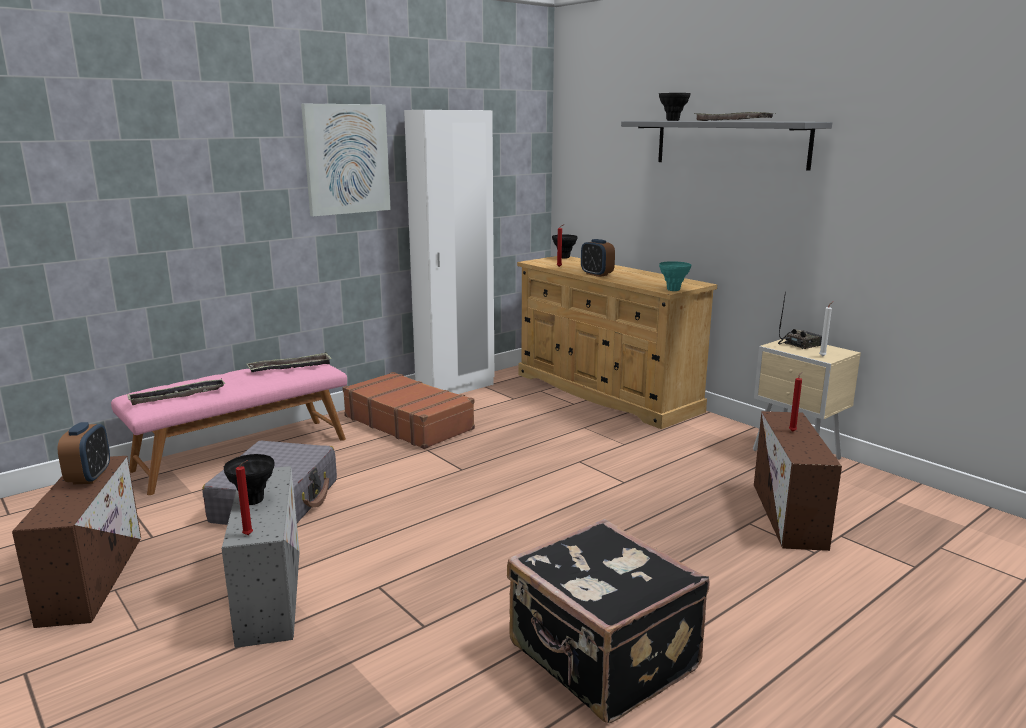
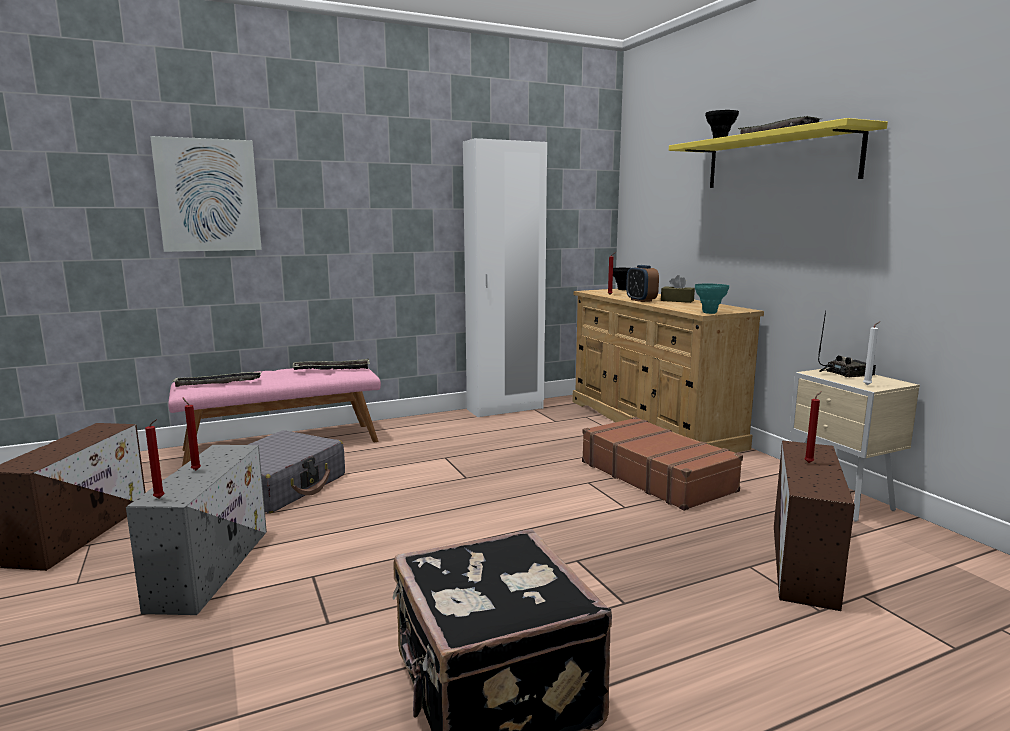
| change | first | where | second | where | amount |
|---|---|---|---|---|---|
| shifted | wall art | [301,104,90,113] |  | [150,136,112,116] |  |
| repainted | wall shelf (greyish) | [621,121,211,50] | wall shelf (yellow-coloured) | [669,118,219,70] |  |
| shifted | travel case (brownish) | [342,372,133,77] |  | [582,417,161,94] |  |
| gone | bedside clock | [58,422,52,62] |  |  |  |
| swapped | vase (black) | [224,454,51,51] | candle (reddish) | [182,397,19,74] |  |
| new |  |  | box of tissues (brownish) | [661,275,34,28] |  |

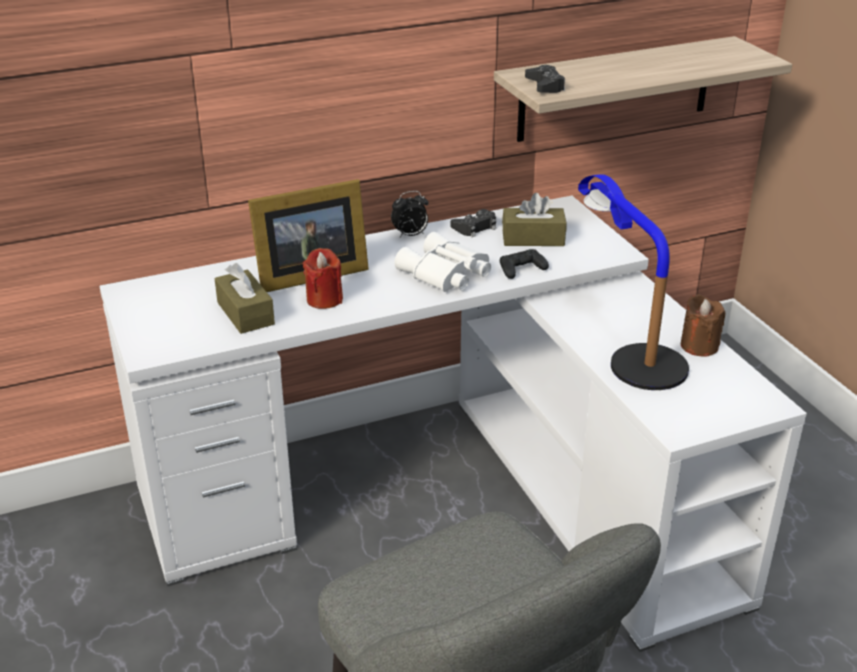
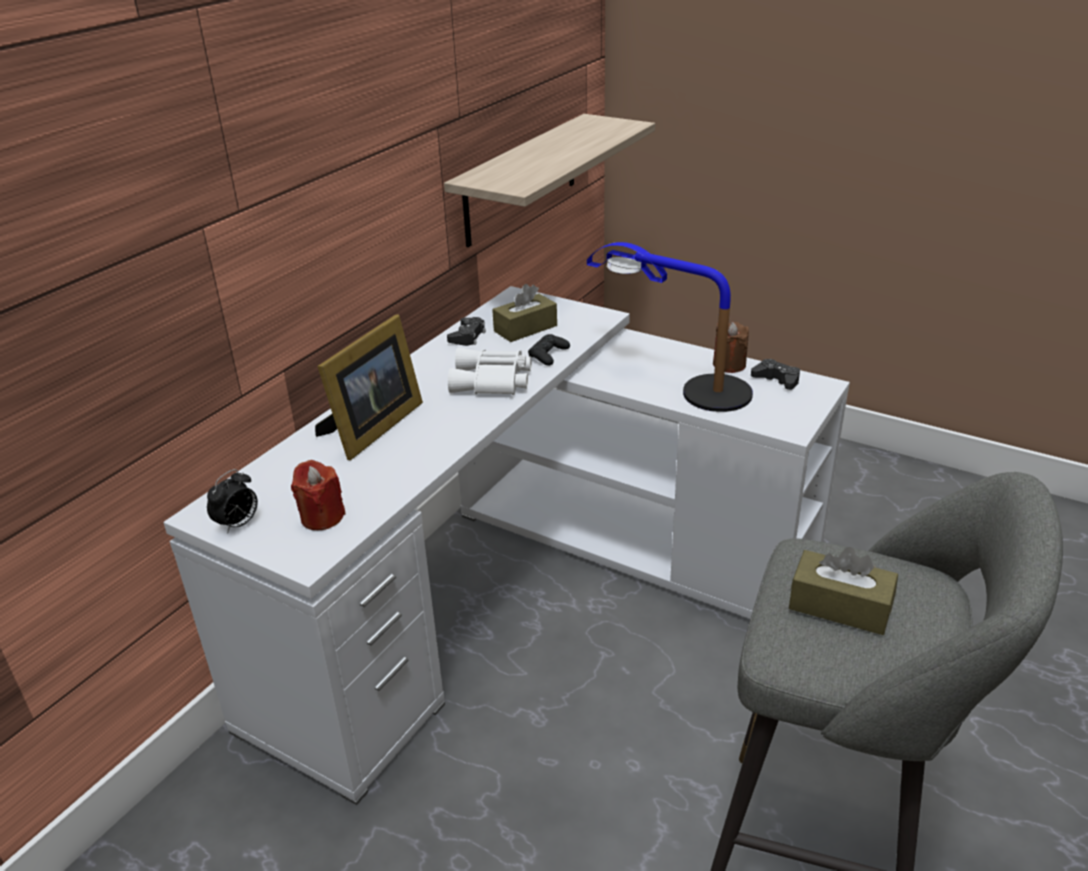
| change | first | where | second | where | amount |
|---|---|---|---|---|---|
| shifted | gamepad (black) | [525,65,40,28] |  | [751,359,49,31] |  |
| shifted | bedside clock | [391,191,37,46] |  | [207,469,51,65] |  |
| shifted | candle (reddish) | [303,248,40,61] |  | [291,460,55,70] |  |
| shifted | box of tissues (brownish) | [214,263,61,71] |  | [789,547,109,88] |  |

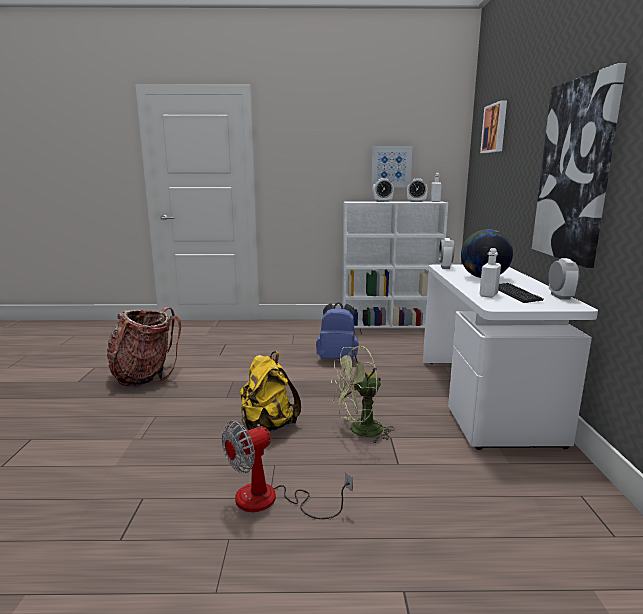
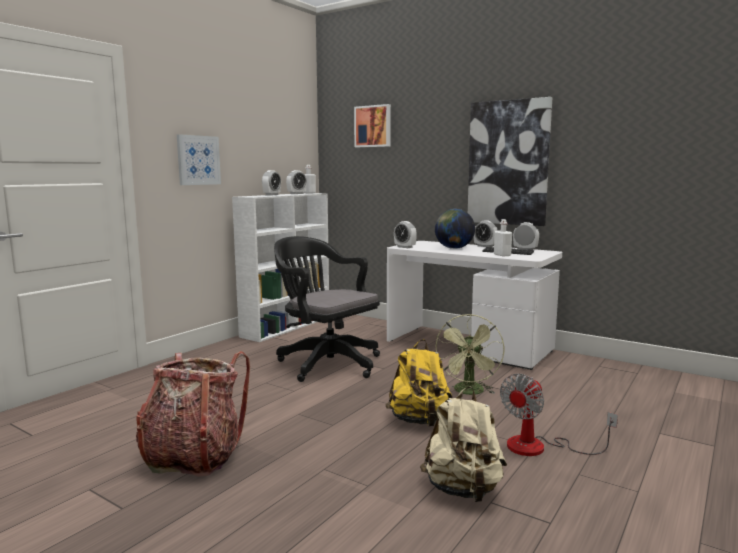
| change | first | where | second | where | amount |
|---|---|---|---|---|---|
| shifted | wall art | [371,146,41,41] |  | [177,134,44,51] |  |
| swapped | backpack (blue-coloured) | [316,302,43,57] | desk chair (black) | [274,236,106,146] |  |
| rotated | fan | [222,421,131,98] |  | [500,374,118,82] | 45 degrees clockwise |
| new |  |  | bedside clock | [474,220,24,27] |  |
| new |  |  | backpack (sand-coloured) | [420,386,87,116] |  |

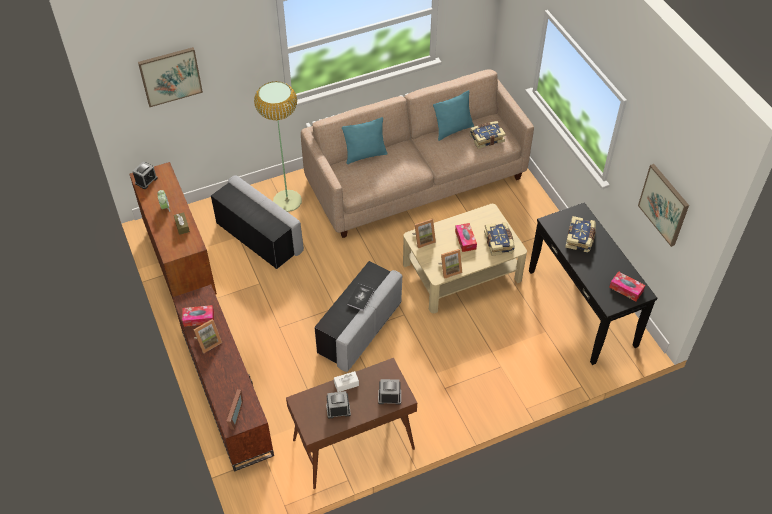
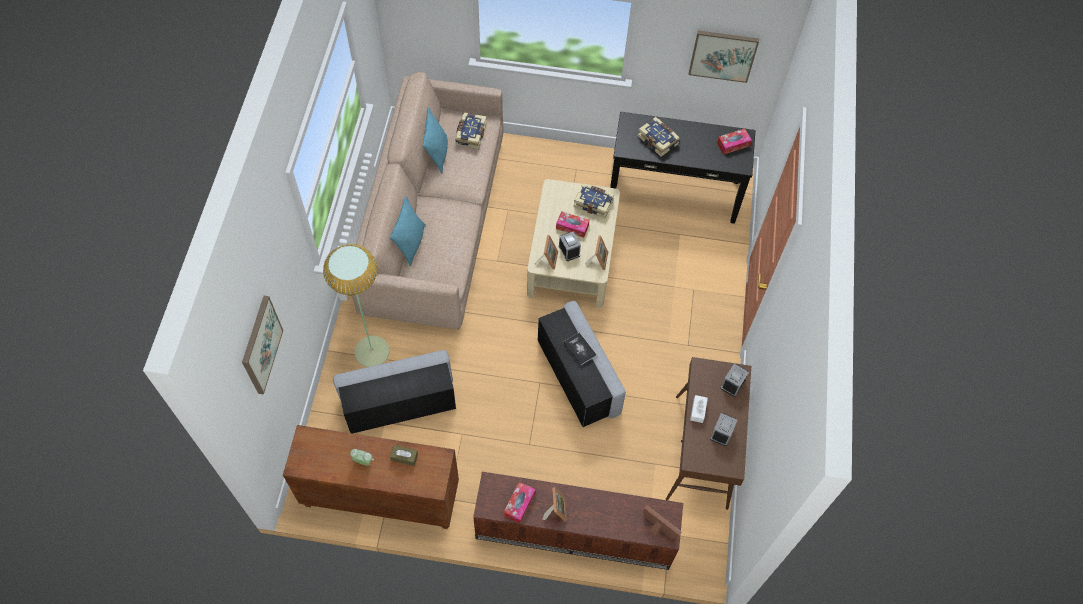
| change | first | where | second | where | amount |
|---|---|---|---|---|---|
| shifted | bedside clock | [133,161,24,28] |  | [558,231,23,30] |  |

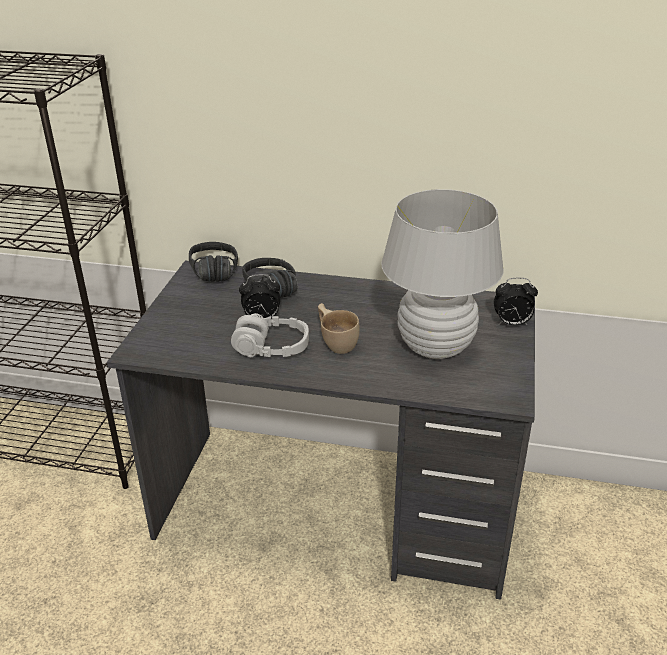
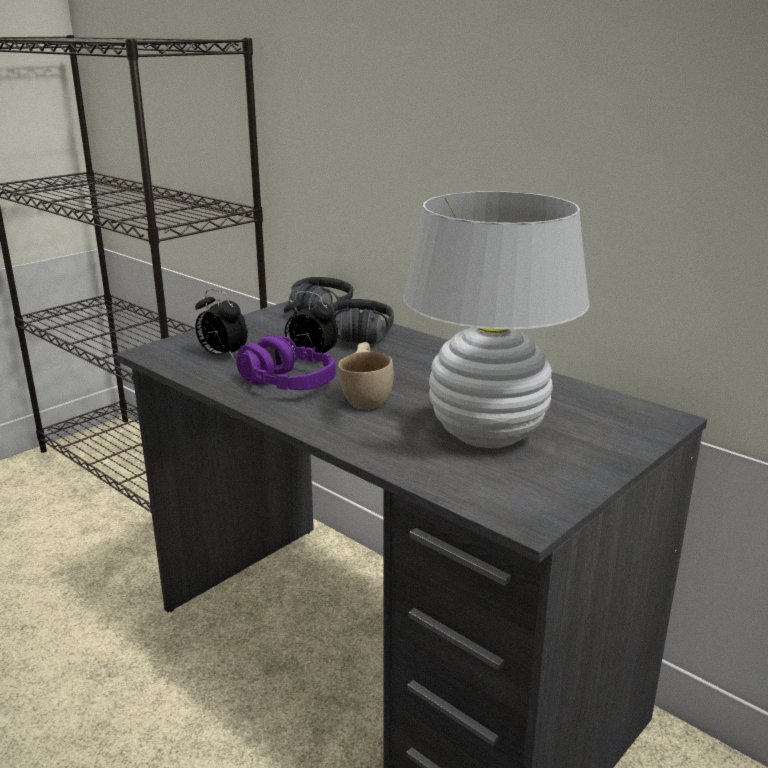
| change | first | where | second | where | amount |
|---|---|---|---|---|---|
| shifted | bedside clock | [494,278,44,48] |  | [195,289,53,71] |  |
| repainted | headset (greyish) | [231,313,78,44] | headset (purple-coloured) | [236,335,100,55] |  |

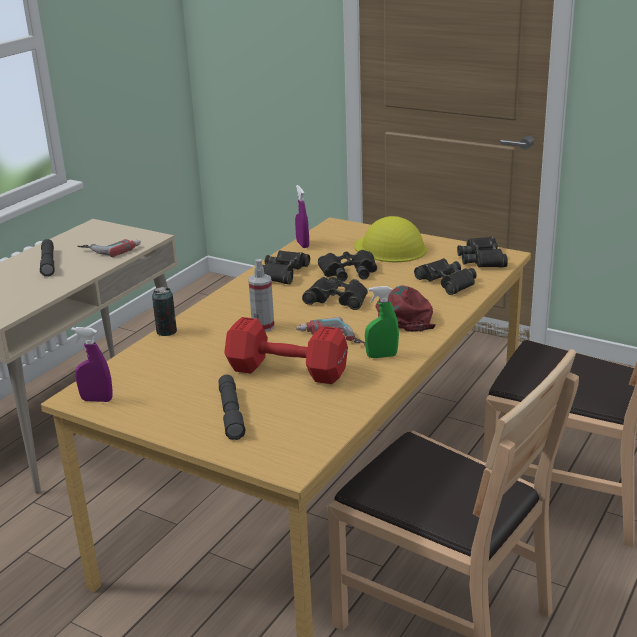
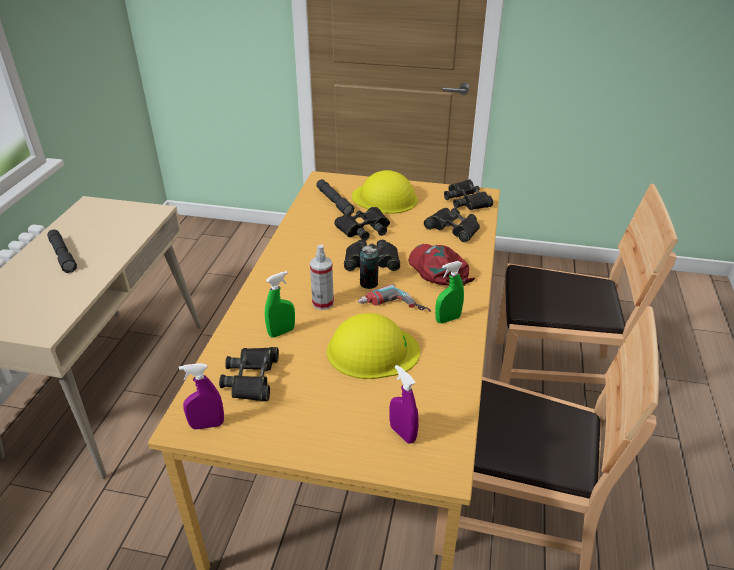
| change | first | where | second | where | amount |
|---|---|---|---|---|---|
| shifted | spray bottle (purple-coloured) | [295,185,14,63] |  | [390,365,29,79] |  |
| gone | power drill | [77,239,64,18] |  |  |  |
| shifted | binoculars (black) | [263,250,47,34] |  | [219,347,60,54] |  |
| shifted | sealed can | [152,287,25,49] |  | [360,245,19,44] |  |
| swapped | dumbbell (reddish) | [224,317,124,67] | work helmet (yellow-coloured) | [327,313,93,66] |  |
| shifted | flashlight (greyish) | [218,375,28,65] |  | [316,179,38,36] |  |
| new |  |  | spray bottle (greenish) | [265,271,30,66] |  |

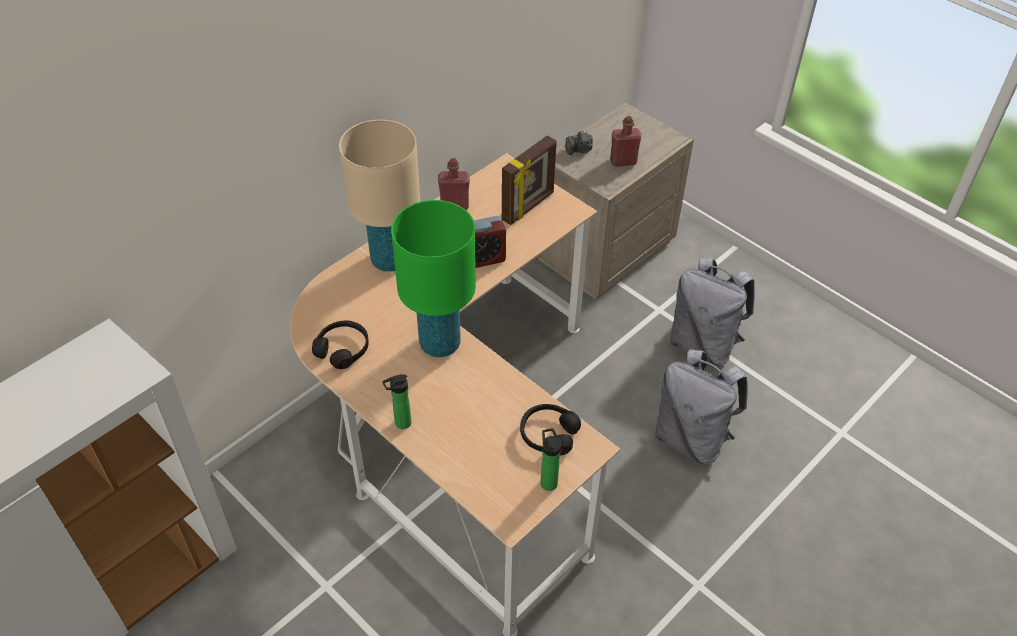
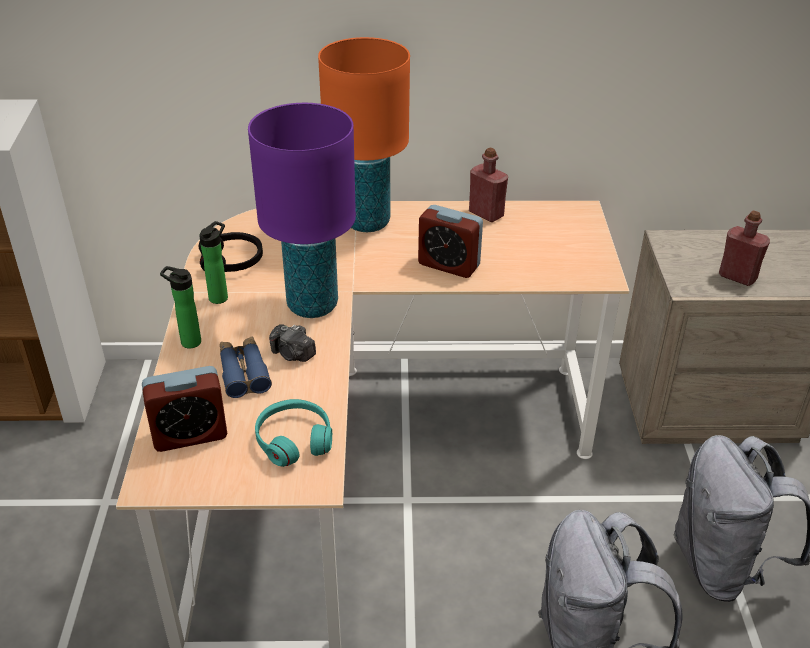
| change | first | where | second | where | amount |
|---|---|---|---|---|---|
| repainted | lamp for a table (sand-coloured) | [339,119,81,153] | lamp for a table (orangey) | [318,37,92,195] |  |
| shifted | still camera | [565,131,28,24] |  | [269,324,47,38] |  |
| gone | picture frame | [502,135,55,90] |  |  |  |
| repainted | lamp for a table (greenish) | [391,200,85,157] | lamp for a table (purple-coloured) | [248,103,108,215] |  |
| repainted | headset (black) | [520,404,61,51] | headset (turquoise-coloured) | [255,399,77,68] |  |
| shifted | bottle | [540,428,21,63] |  | [199,221,29,83] |  |
| new |  |  | binoculars (blue-coloured) | [220,336,52,62] |  |
| new |  |  | bedside clock | [142,366,85,86] |  |

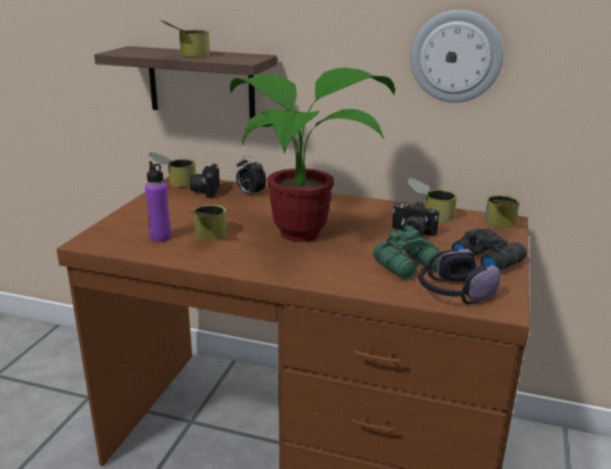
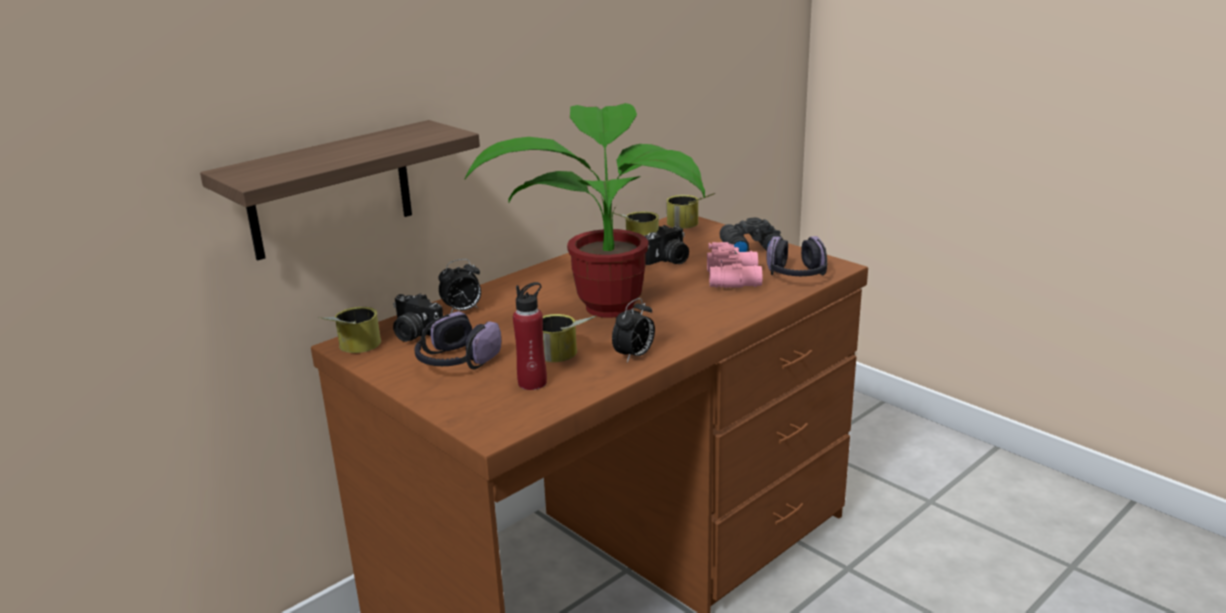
| change | first | where | second | where | amount |
|---|---|---|---|---|---|
| gone | wall clock | [411,10,93,93] |  |  |  |
| gone | sealed can | [160,20,50,37] |  |  |  |
| repainted | bottle (purple-coloured) | [145,161,26,81] | bottle (reddish) | [513,282,34,108] |  |
| repainted | binoculars (greenish) | [373,225,69,55] | binoculars (pink-coloured) | [707,242,55,46] |  |
| new |  |  | bedside clock | [612,298,43,64] |  |
| new |  |  | headset | [415,311,86,59] |  |

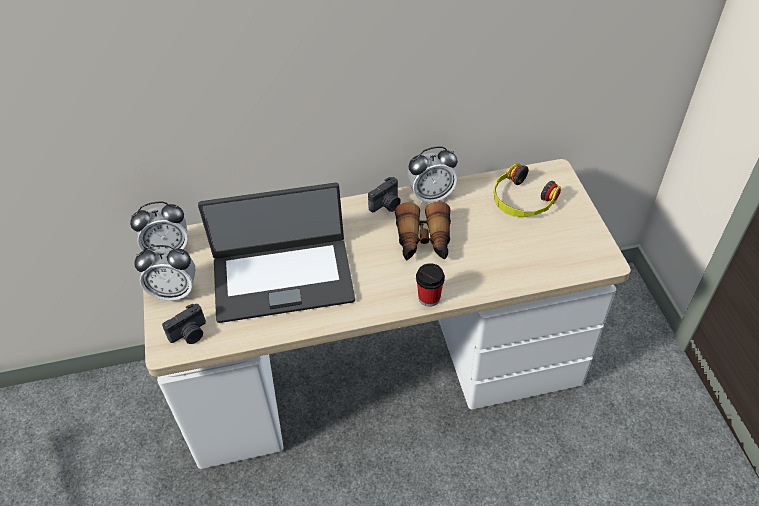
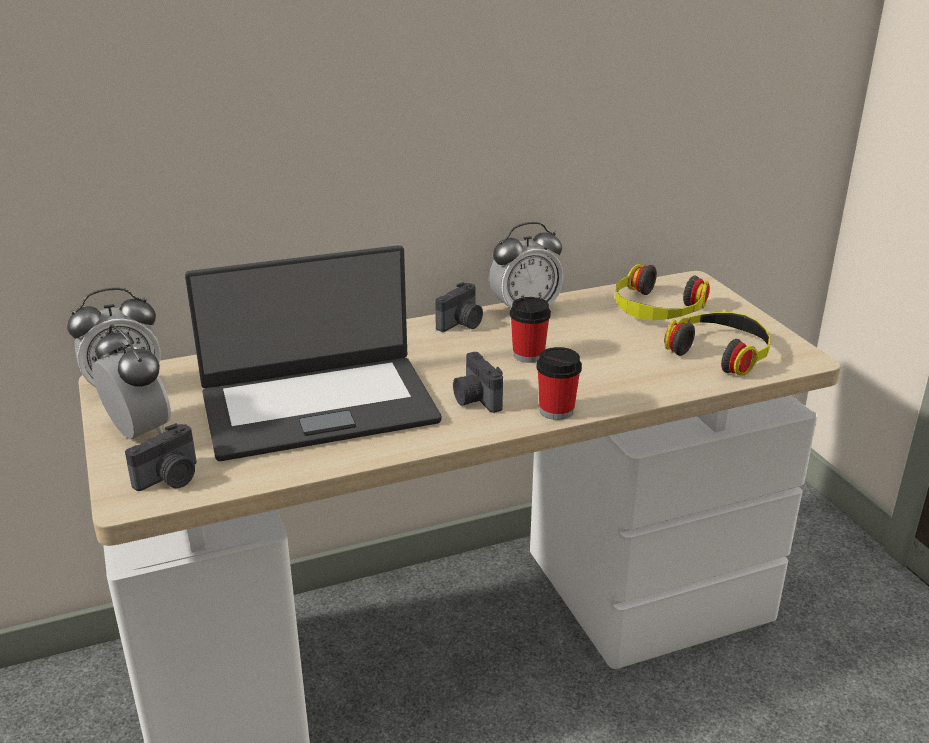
| change | first | where | second | where | amount |
|---|---|---|---|---|---|
| swapped | binoculars | [395,202,56,58] | small cup | [510,297,41,66] |  |
| rotated | bedside clock | [134,245,61,56] |  | [92,325,79,114] | 120 degrees counterclockwise |
| new |  |  | headset | [664,312,107,64] |  |
| new |  |  | still camera | [453,352,50,61] |  |

